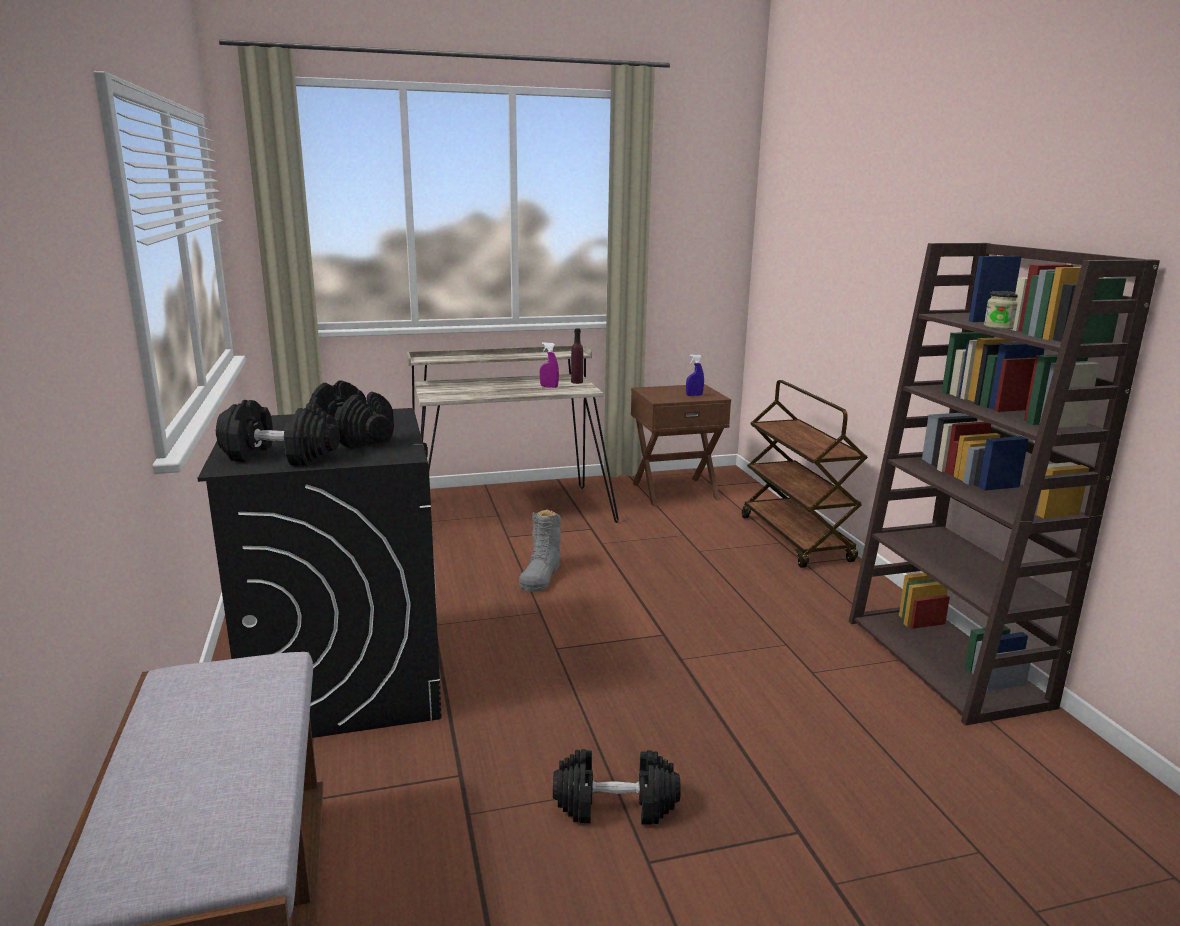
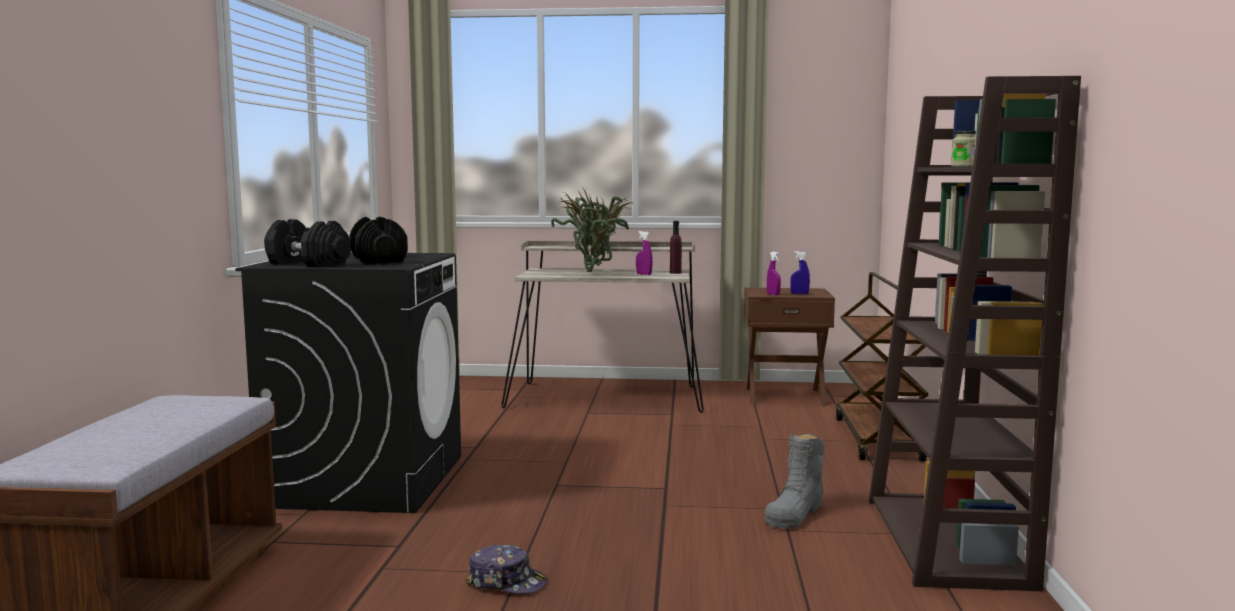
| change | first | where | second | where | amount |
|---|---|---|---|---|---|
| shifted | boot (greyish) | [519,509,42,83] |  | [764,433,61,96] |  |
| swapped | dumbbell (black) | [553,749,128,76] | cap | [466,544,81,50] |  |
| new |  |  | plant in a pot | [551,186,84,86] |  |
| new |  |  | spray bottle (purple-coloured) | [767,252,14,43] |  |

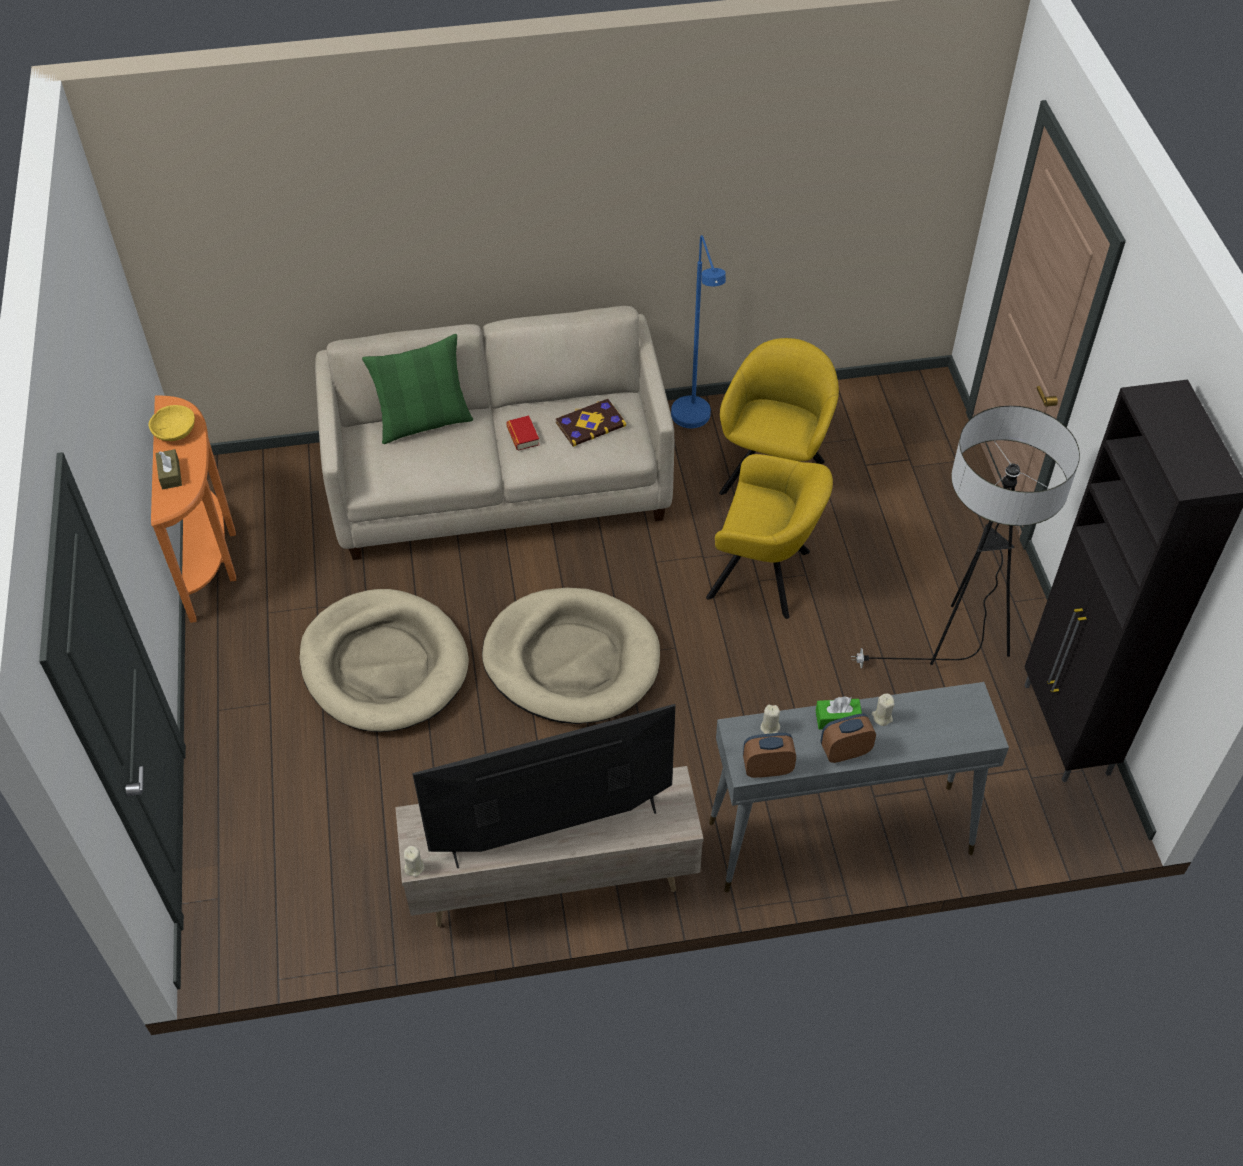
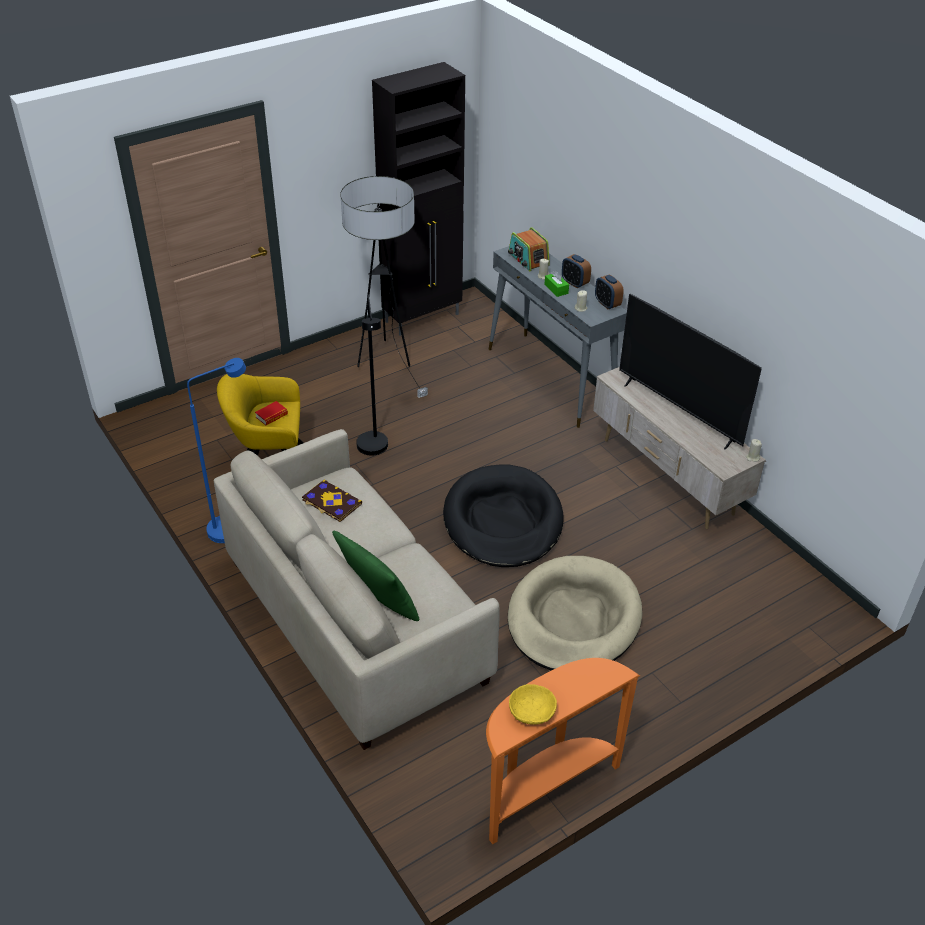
| change | first | where | second | where | amount |
|---|---|---|---|---|---|
| shifted | book | [506,416,34,35] |  | [255,401,33,24] |  |
| gone | box of tissues (brownish) | [155,449,27,41] |  |  |  |
| swapped | easy chair (yellow-coloured) | [706,454,127,165] | floor lamp (black) | [356,295,32,161] |  |
| repainted | dog cushion (sand-coloured) | [482,588,178,136] | dog cushion (black) | [443,465,121,102] |  |
| new |  |  | radio set | [508,227,42,44] |  |

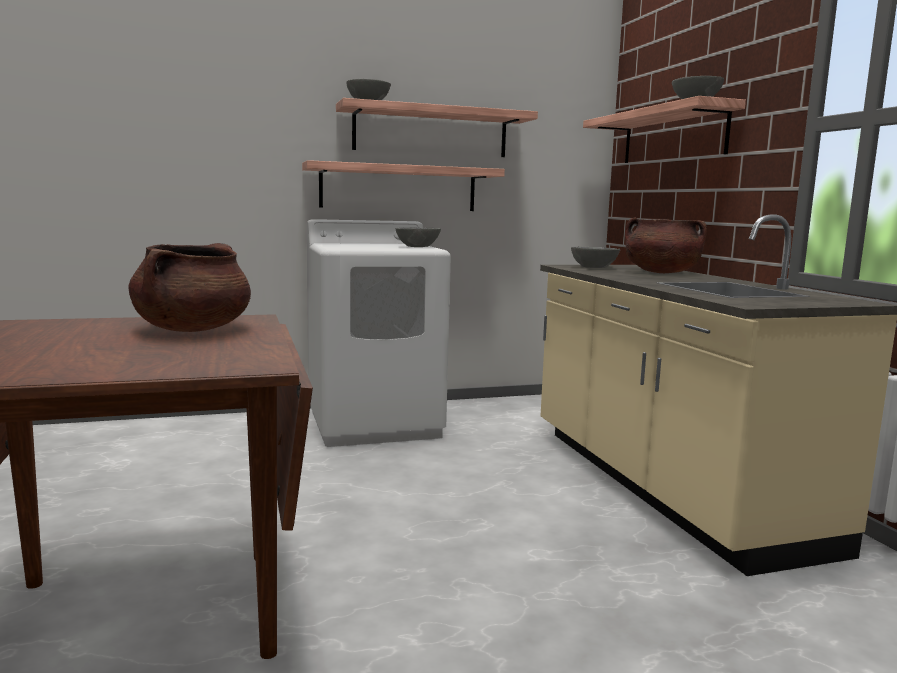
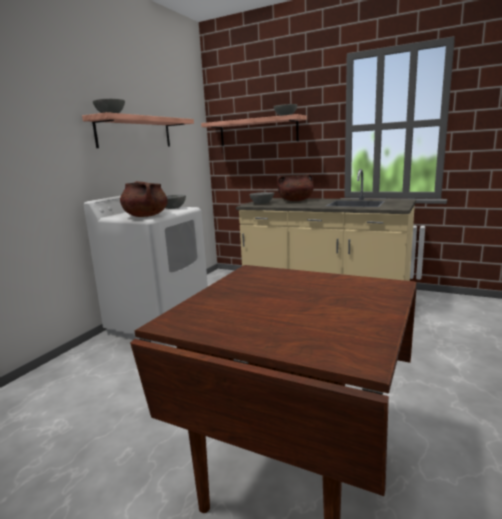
| change | first | where | second | where | amount |
|---|---|---|---|---|---|
| gone | wall shelf | [302,160,203,51] |  |  |  |
| shifted | saucepot (brownish) | [129,243,122,89] |  | [120,181,48,36] |  |

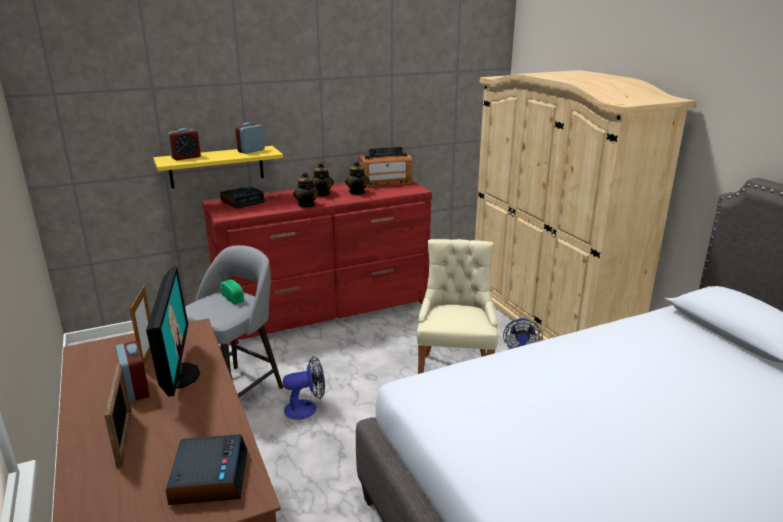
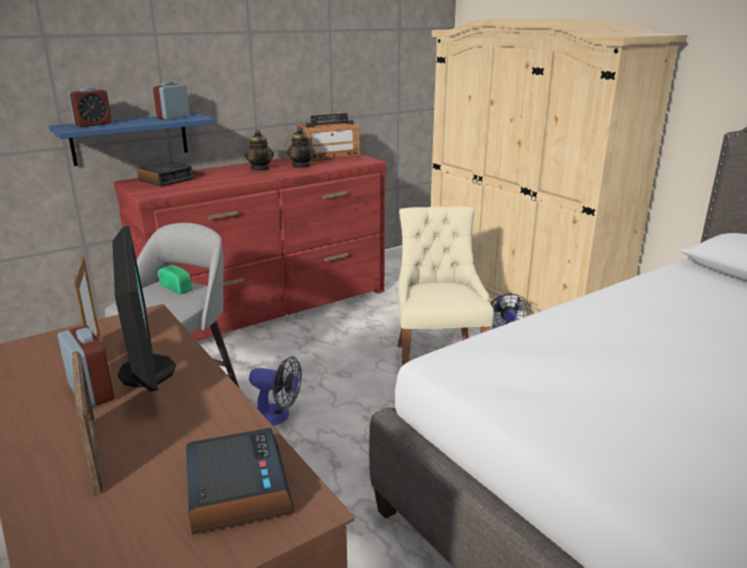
| change | first | where | second | where | amount |
|---|---|---|---|---|---|
| repainted | wall shelf (yellow-coloured) | [153,146,130,43] | wall shelf (blue-coloured) | [49,113,166,53] |  |
| gone | pot for tea | [293,172,26,35] |  |  |  |
| rotated | fan | [283,356,42,63] |  | [249,356,53,70] | 45 degrees clockwise |

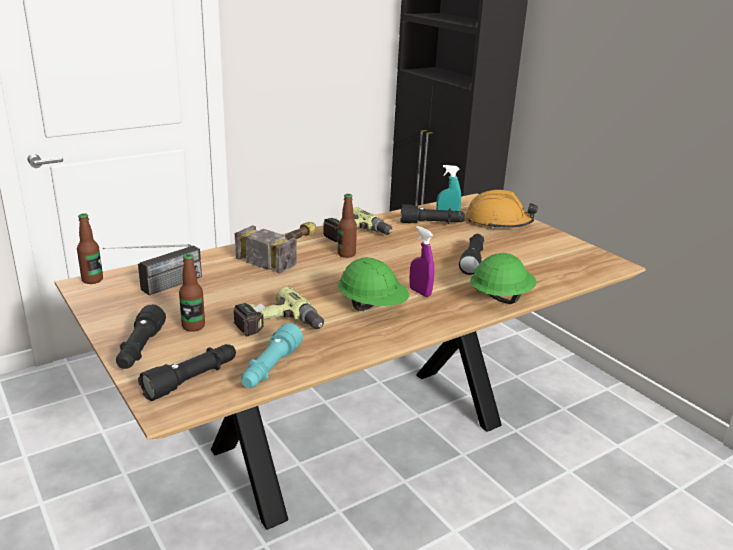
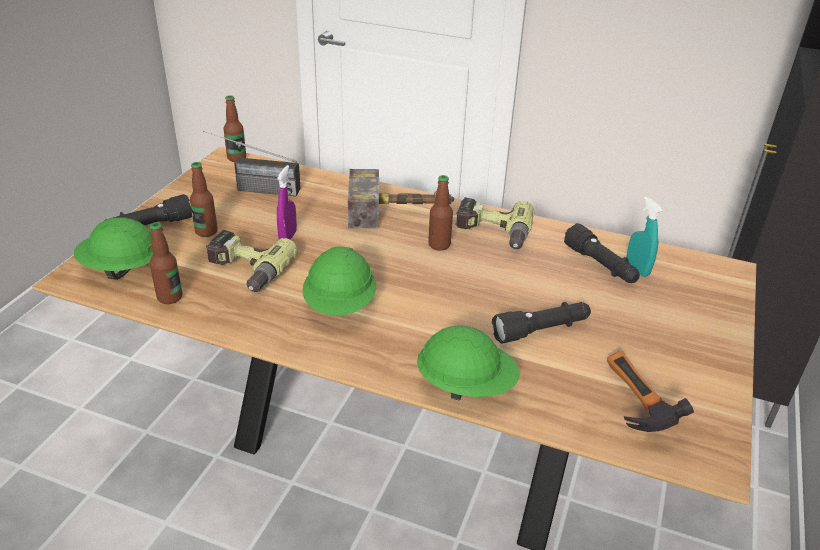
| change | first | where | second | where | amount |
|---|---|---|---|---|---|
| gone | work helmet (orangey) | [466,190,72,39] |  |  |  |
| shifted | spray bottle (purple-coloured) | [409,226,25,71] |  | [277,165,20,75] |  |
| swapped | flashlight (turquoise-coloured) | [241,323,62,65] | bottle | [150,222,33,82] |  |
| swapped | flashlight (black) | [138,344,98,57] | work helmet (greenish) | [74,217,79,63] |  |
| new |  |  | tool hammer | [607,351,87,81] |  |

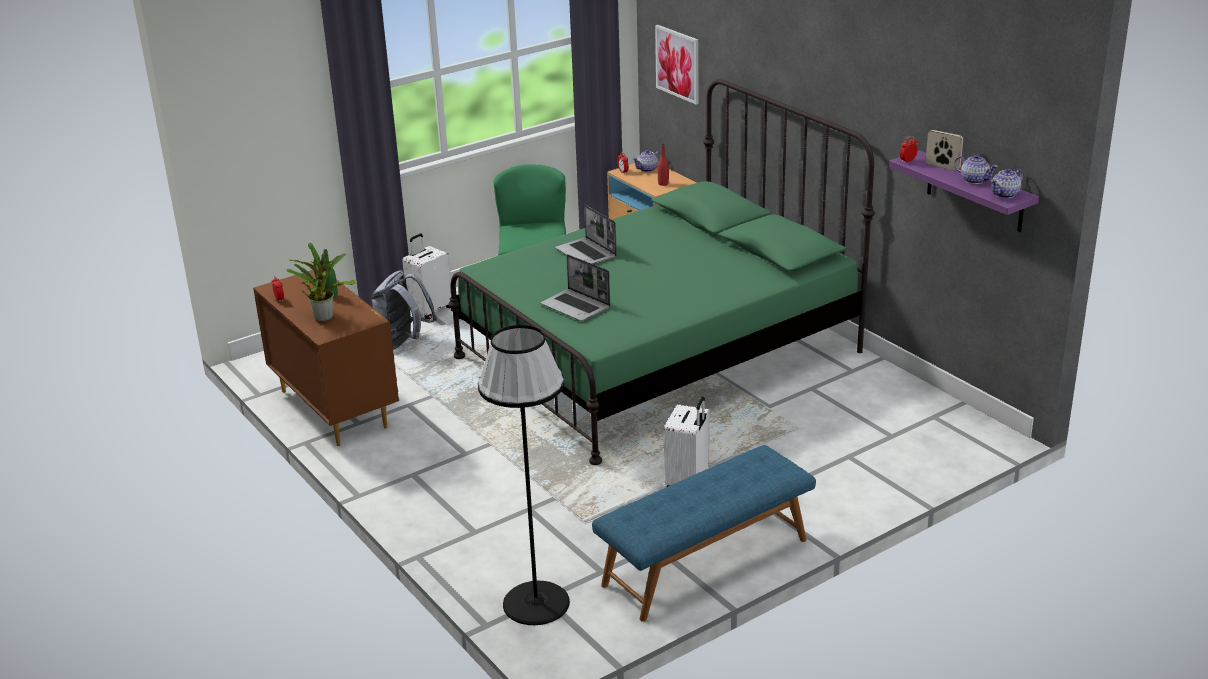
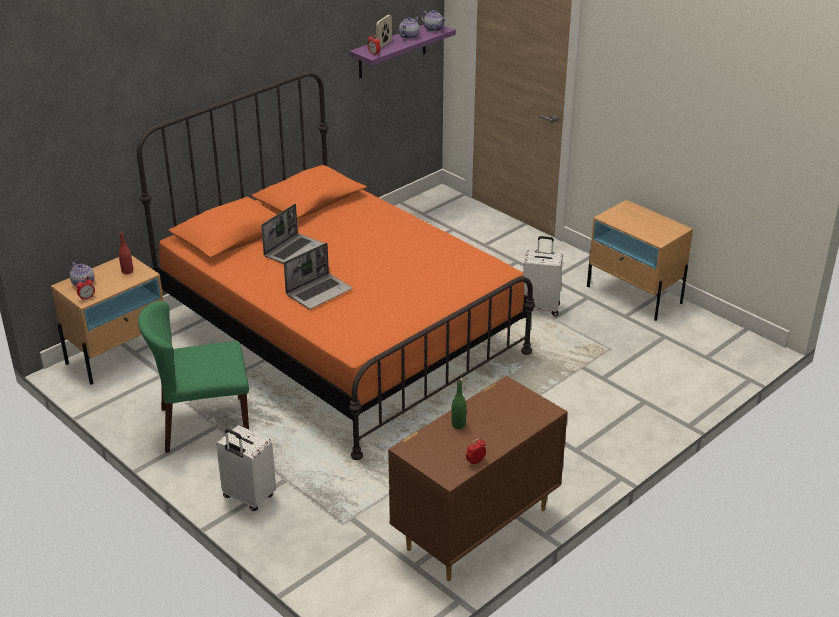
| change | first | where | second | where | amount |
|---|---|---|---|---|---|
| gone | wall art | [655,25,44,80] |  |  |  |
| repainted | sleeping bed (greenish) | [449,79,426,386] | sleeping bed (orangey) | [137,71,398,389] |  |
| gone | plant in a pot | [287,243,69,79] |  |  |  |
| shifted | laptop | [540,254,70,67] |  | [261,204,64,60] |  |
| gone | backpack (greyish) | [371,270,66,80] |  |  |  |
| gone | floor lamp (black) | [478,325,92,300] |  |  |  |
| swapped | long seat (blue-coloured) | [592,445,224,177] | bedside table (sand-coloured) | [587,200,106,121] |  |

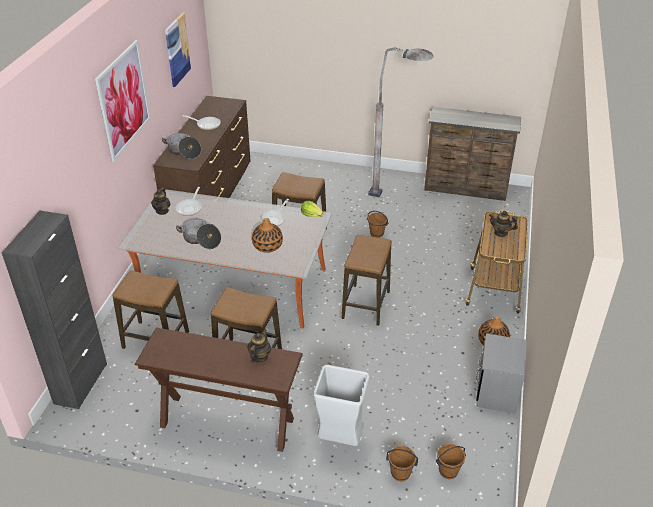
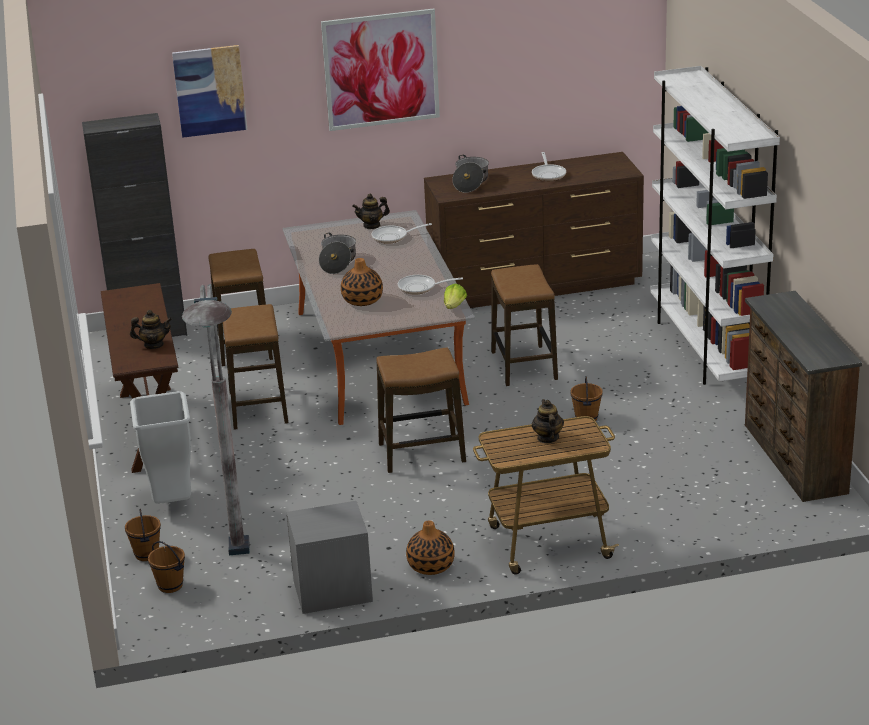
| change | first | where | second | where | amount |
|---|---|---|---|---|---|
| shifted | wall art | [165,13,26,74] |  | [172,45,75,93] |  |
| shifted | floor lamp (greyish) | [368,47,66,150] |  | [182,284,68,271] |  |
| new |  |  | bookshelf (whitish) | [650,66,130,319] |  |

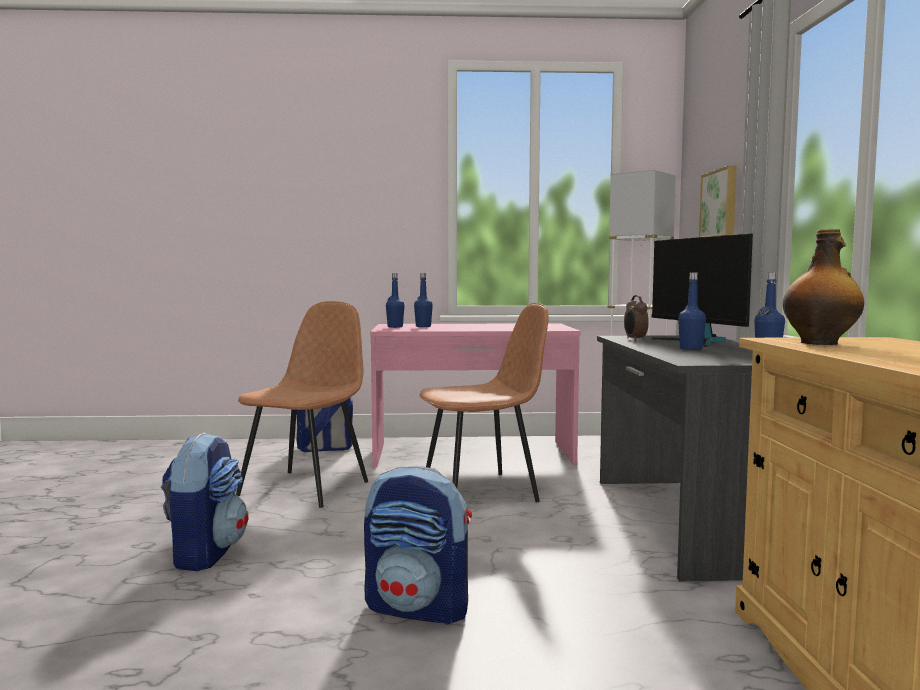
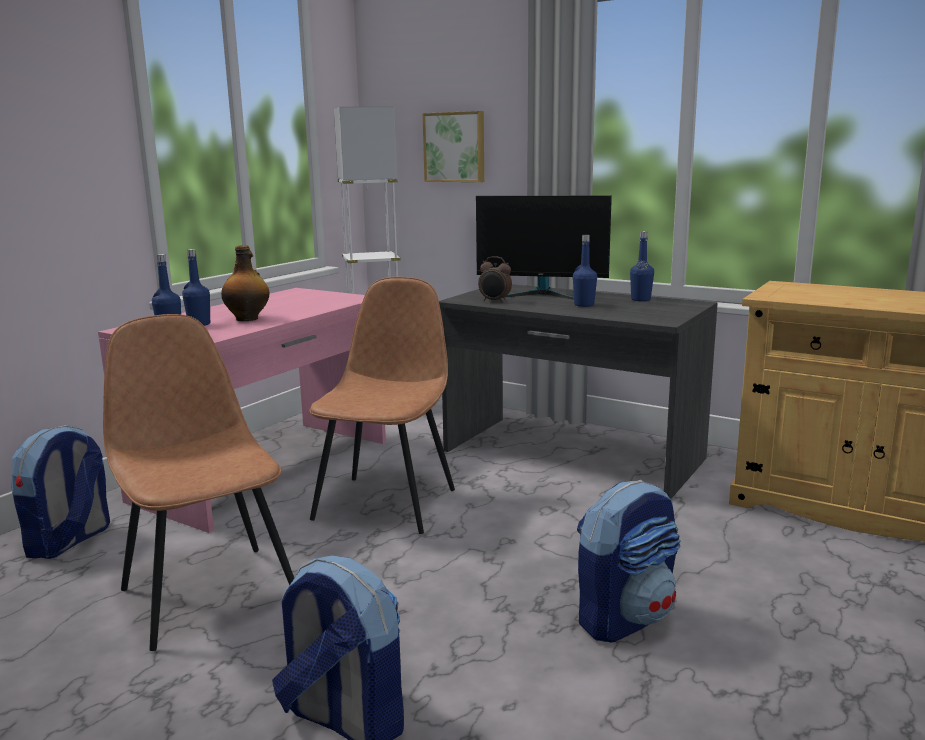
| change | first | where | second | where | amount |
|---|---|---|---|---|---|
| shifted | bottle | [783,229,81,116] |  | [221,245,48,76] |  |

